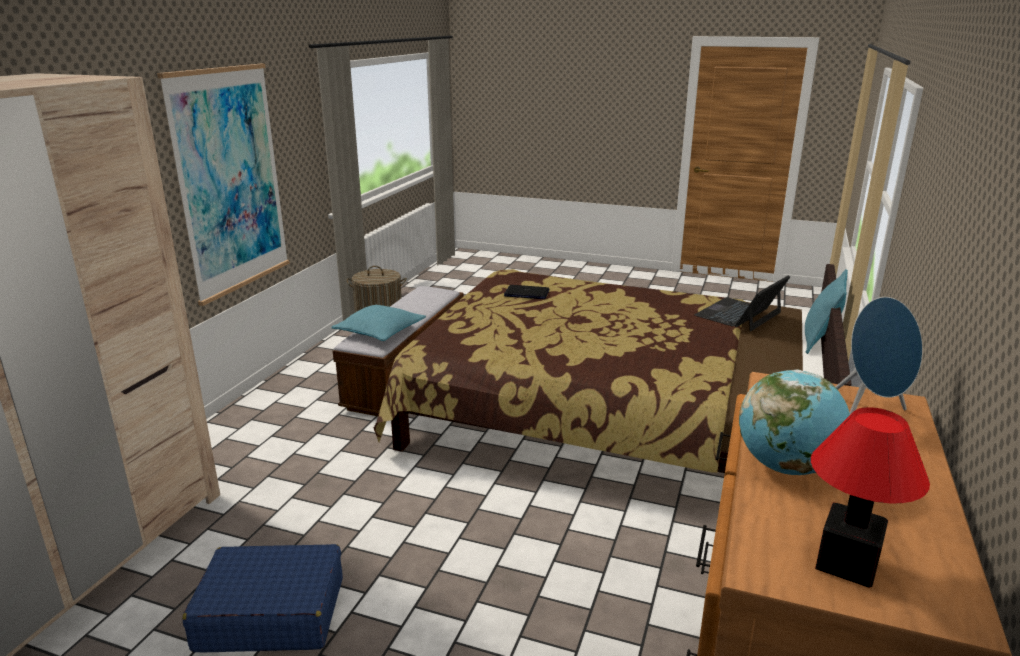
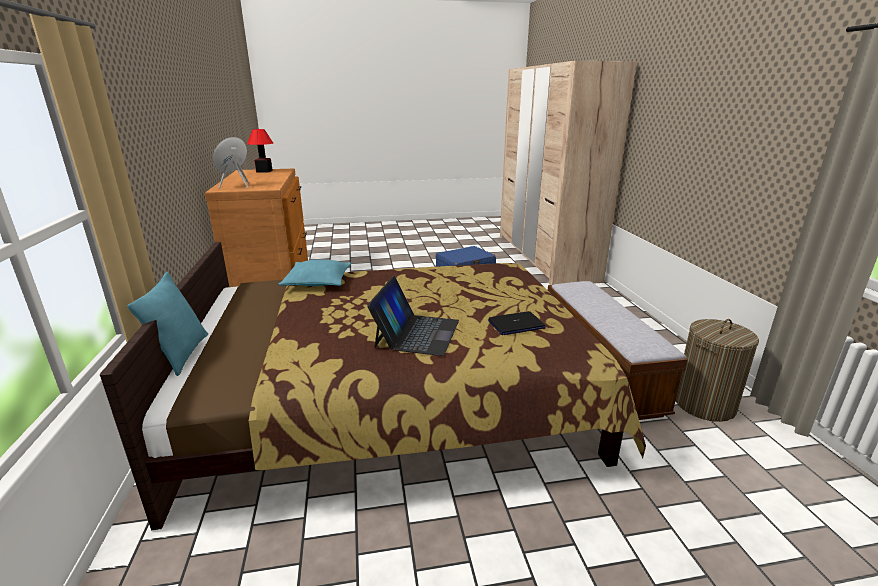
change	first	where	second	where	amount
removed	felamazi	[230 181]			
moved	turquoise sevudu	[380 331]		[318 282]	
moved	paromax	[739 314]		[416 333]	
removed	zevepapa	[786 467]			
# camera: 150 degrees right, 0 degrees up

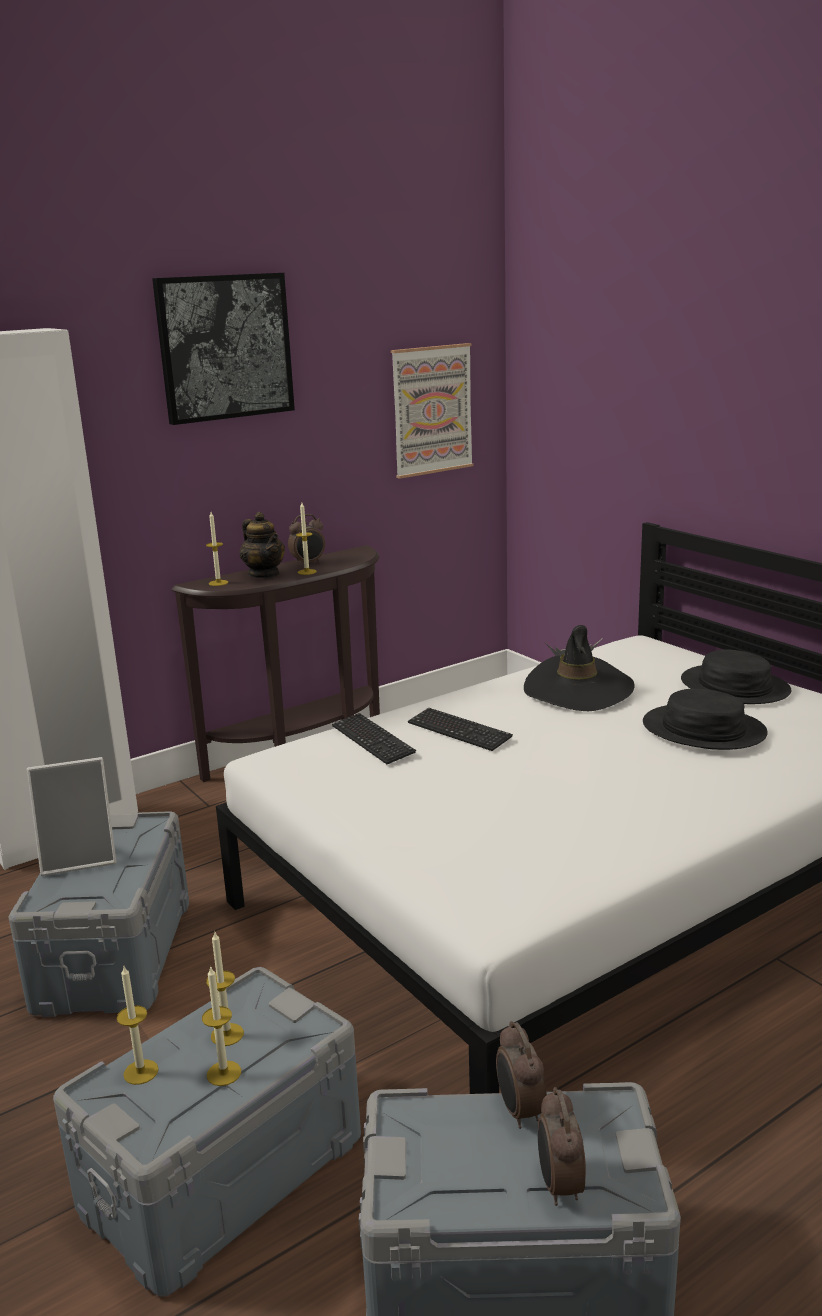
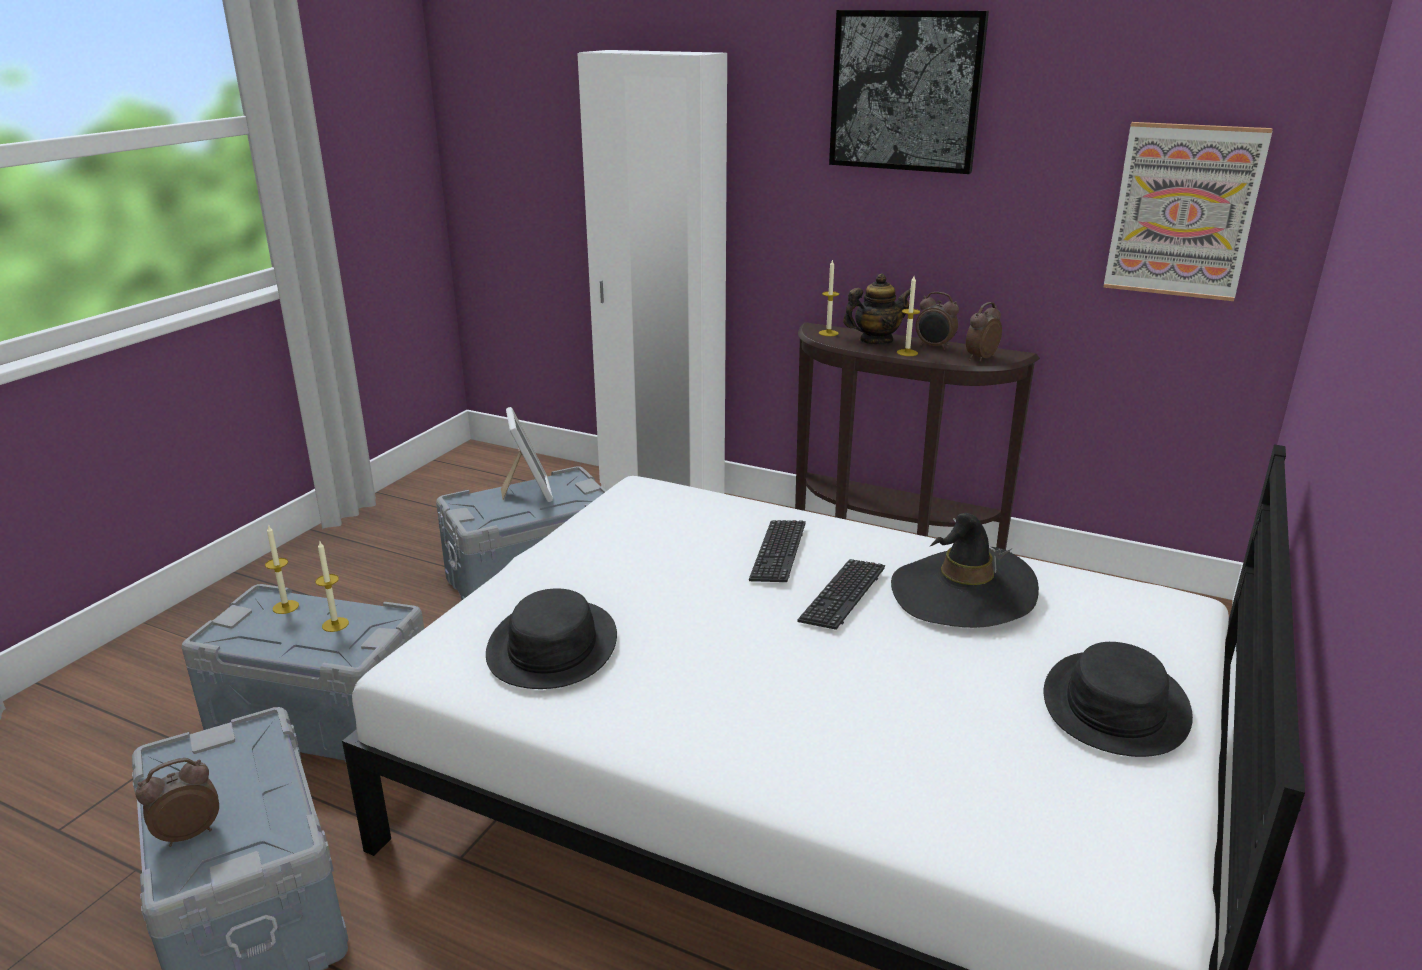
change	first	where	second	where	amount
turned	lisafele	[80 857]		[528 491]	150 degrees counterclockwise
removed	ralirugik	[224 1073]			
turned	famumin	[264 574]		[875 341]	135 degrees counterclockwise
moved	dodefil	[372 740]		[842 595]	
moved	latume	[519 1111]		[980 358]	
moved	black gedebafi	[703 730]		[552 646]	
# camera: 60 degrees right, 5 degrees up

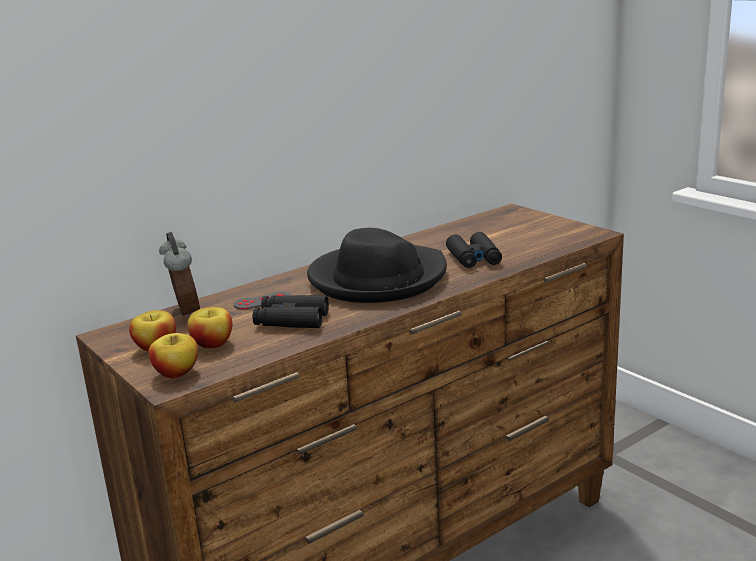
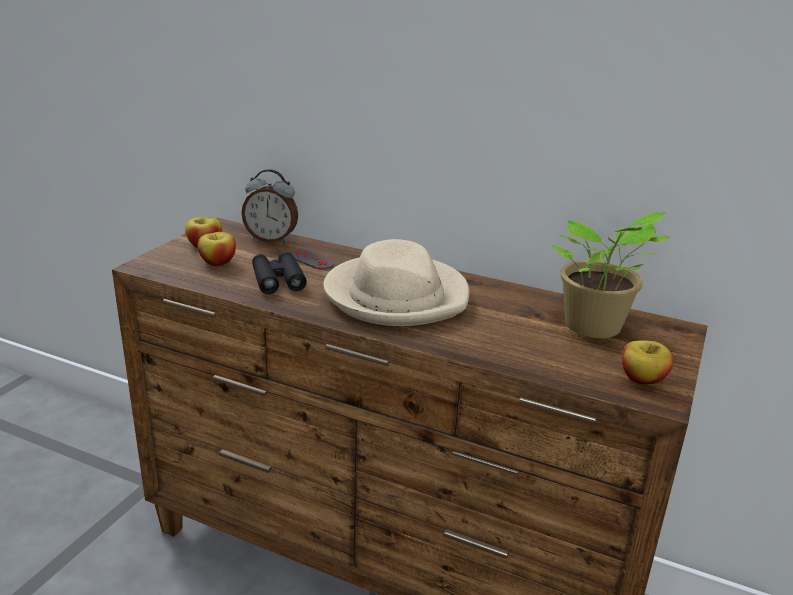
change	first	where	second	where	amount
moved	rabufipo	[176 373]		[642 379]	
turned	latume	[184 313]		[271 239]	60 degrees clockwise
recoloured	black gedebafi	[377 278]	beige gedebafi	[397 295]	
removed	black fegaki	[474 258]			
added			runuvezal	[594 328]	
# camera: 60 degrees right, 5 degrees up

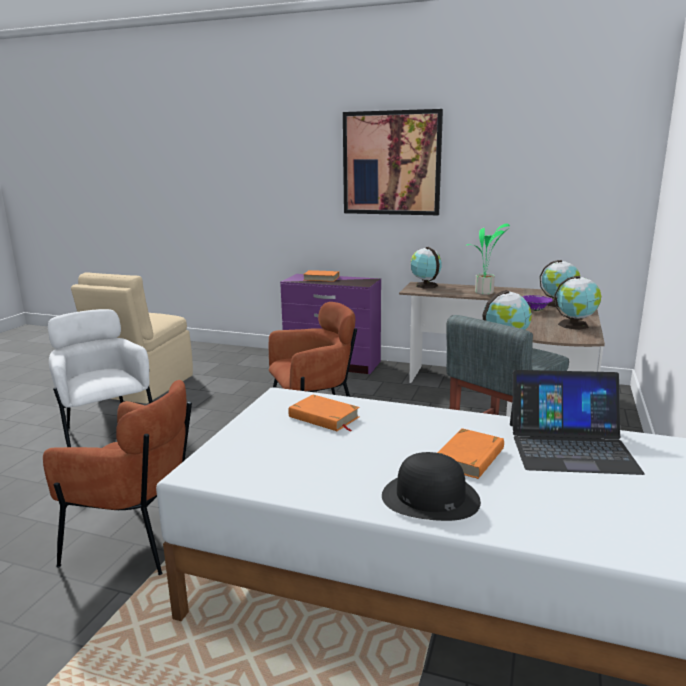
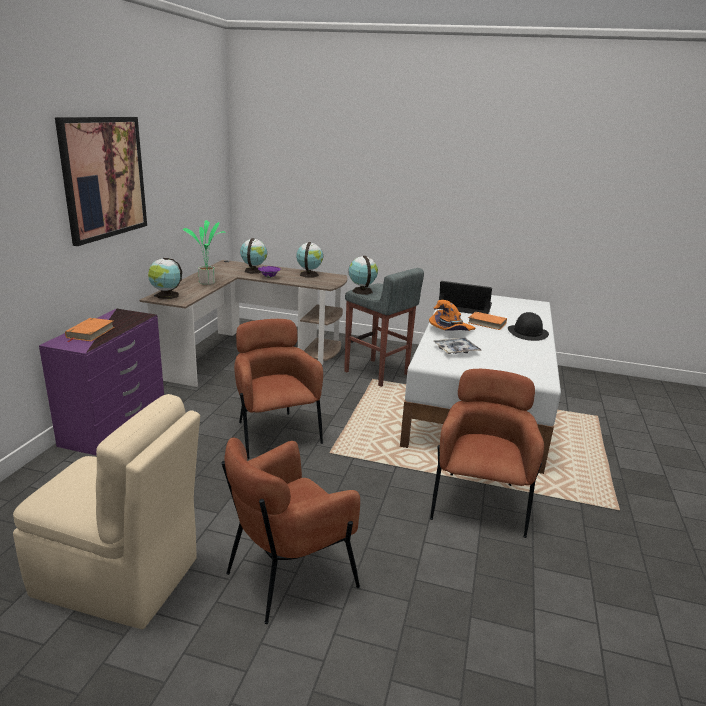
change	first	where	second	where	amount
recoloured	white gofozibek	[106 434]	brown gofozibek	[288 575]	
replaced	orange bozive	[324 417]	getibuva	[456 350]	
turned	paromax	[570 447]		[465 306]	75 degrees counterclockwise
added			orange gedebafi	[450 330]	
# camera: 95 degrees left, 5 degrees up

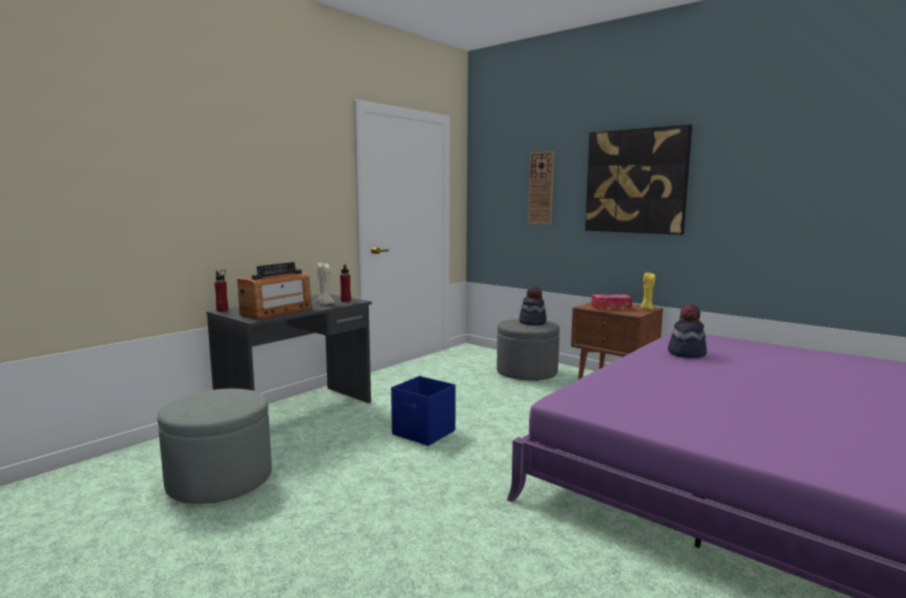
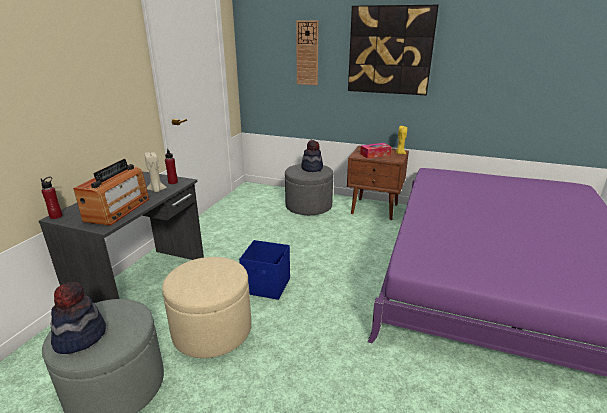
change	first	where	second	where	amount
moved	gedebafi	[686 353]		[80 337]	
added			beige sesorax	[212 330]	
# camera: 20 degrees left, 15 degrees up

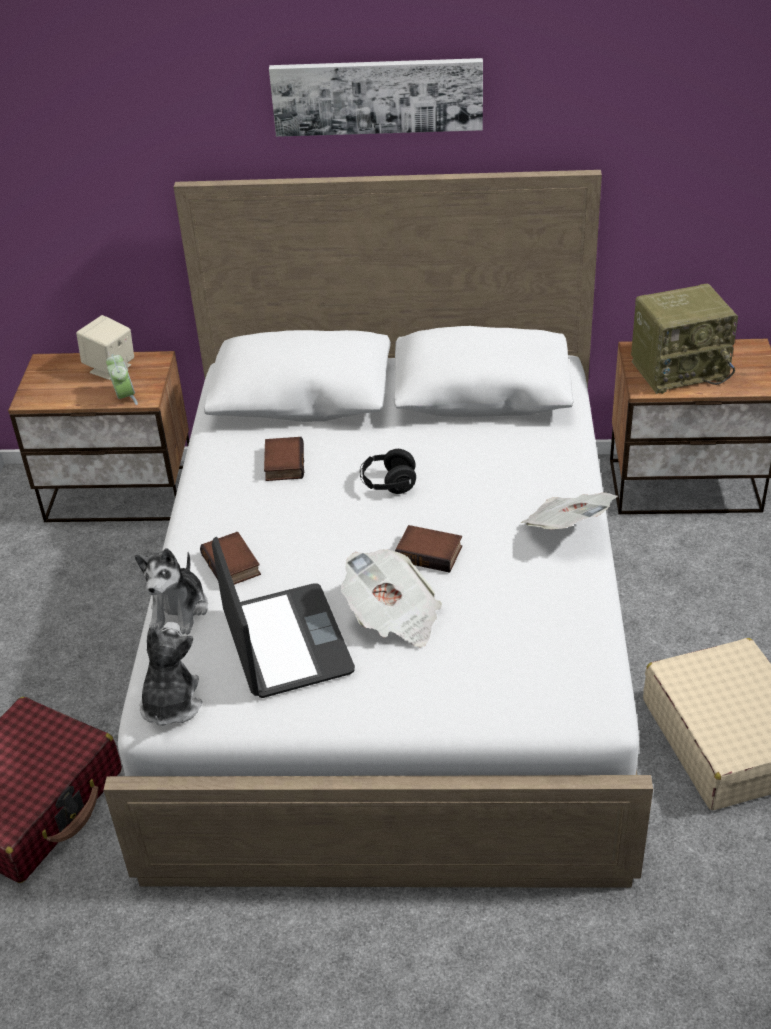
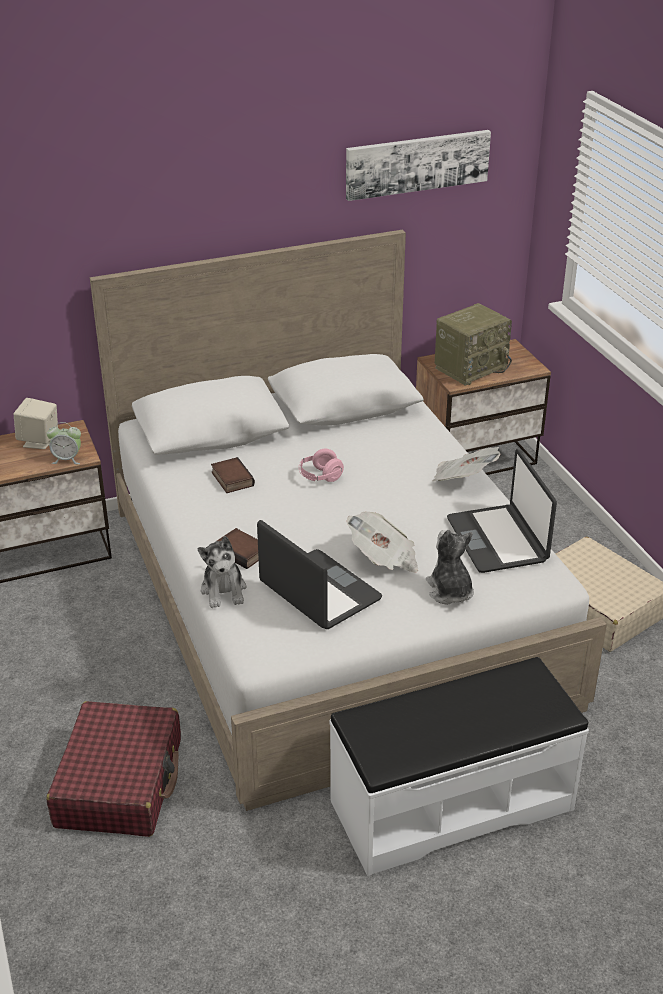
change	first	where	second	where	amount
turned	latume	[124 397]		[67 459]	135 degrees clockwise
moved	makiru	[171 703]		[450 591]	
moved	felamazi	[377 96]		[417 163]	
recoloured	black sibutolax	[388 484]	pink sibutolax	[320 477]	
removed	bozive	[430 553]			
added			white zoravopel	[450 804]	
added			paromax	[498 540]	
# camera: 25 degrees left, 5 degrees down

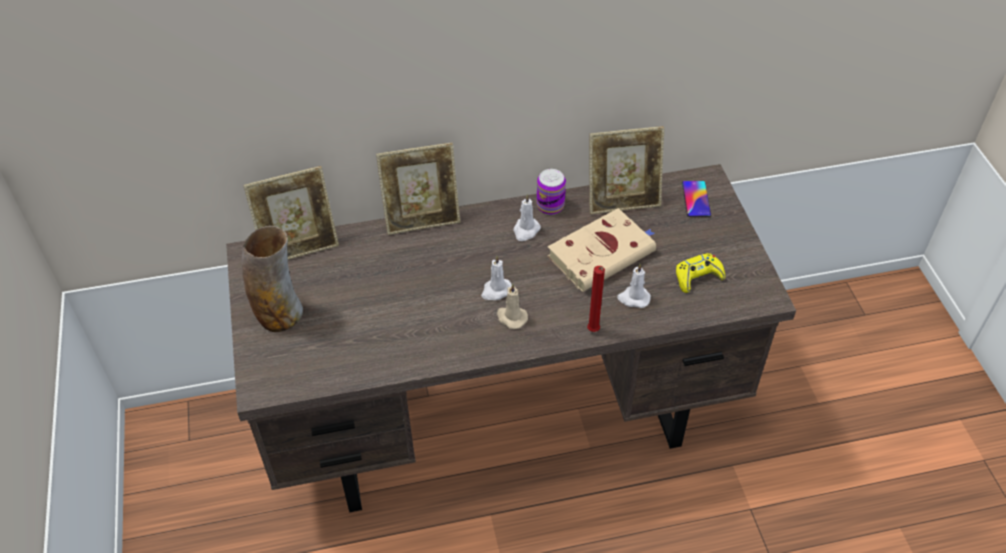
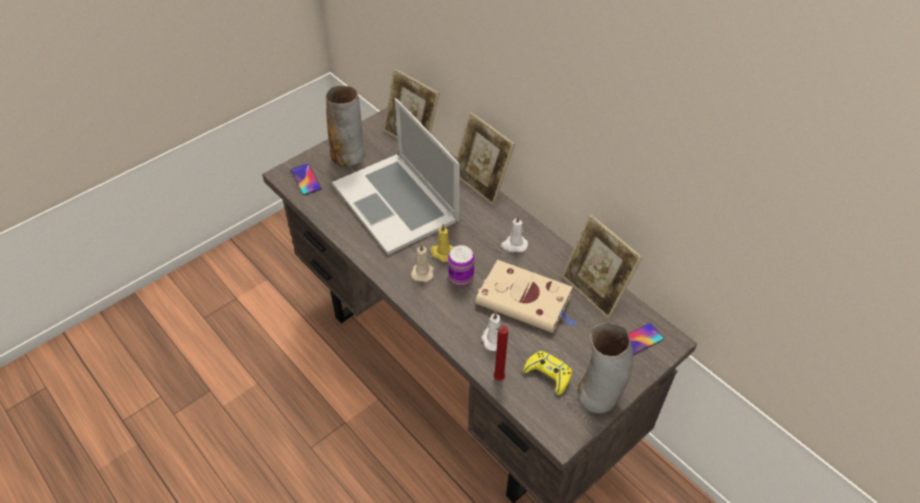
change	first	where	second	where	amount
recoloured	white ralirugik	[496 291]	yellow ralirugik	[442 253]	
moved	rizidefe	[550 206]		[461 277]	
moved	red ralirugik	[593 332]		[497 379]	
added			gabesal	[305 179]	
added			paromax	[396 202]	
added			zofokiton	[599 394]	
# camera: 60 degrees right, 0 degrees up

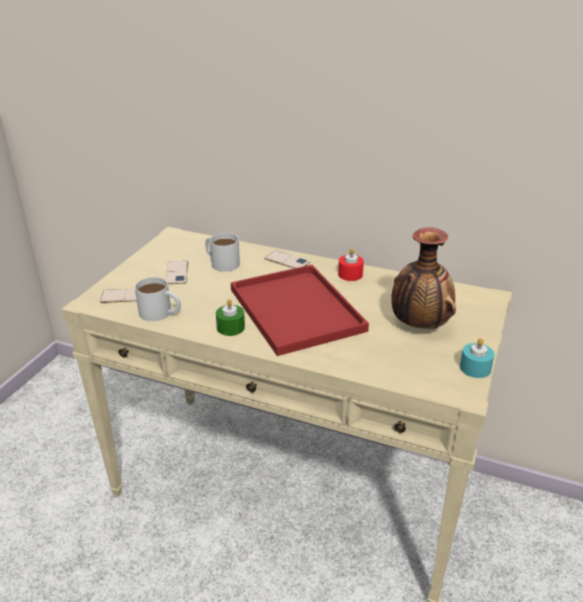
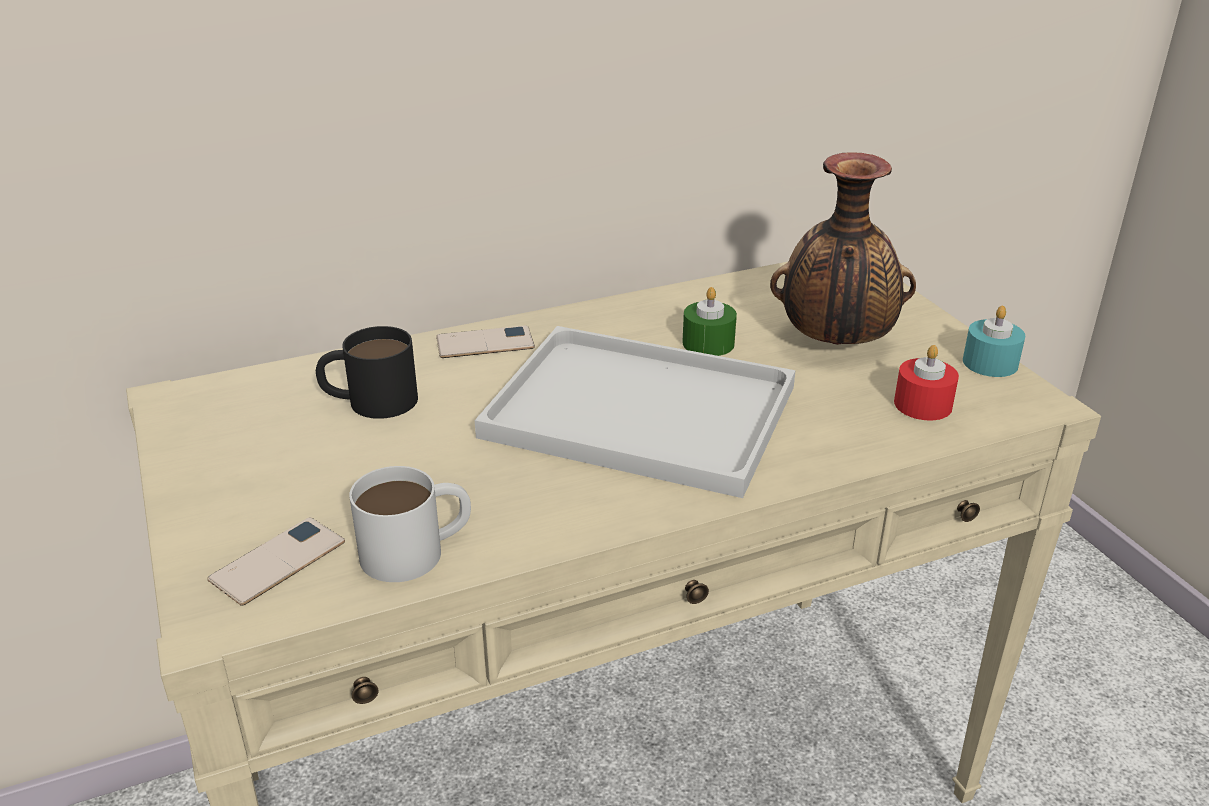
change	first	where	second	where	amount
removed	gabesal	[177 273]			
recoloured	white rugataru	[221 262]	black rugataru	[369 401]	
moved	green ralirugik	[230 327]		[708 343]	
recoloured	red getibuva	[293 308]	white getibuva	[633 412]	
moved	red ralirugik	[350 274]		[923 404]	
# camera: 45 degrees left, 0 degrees up

